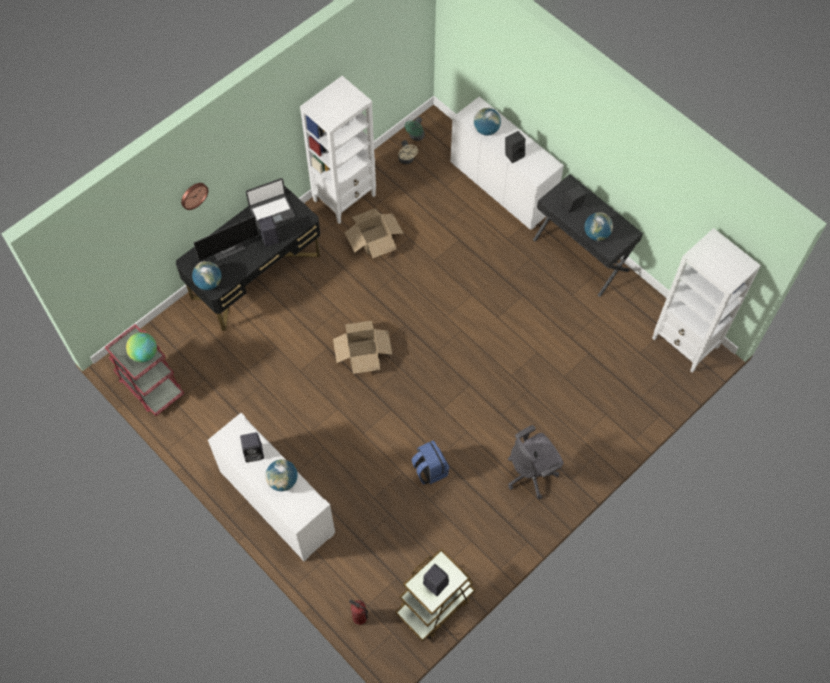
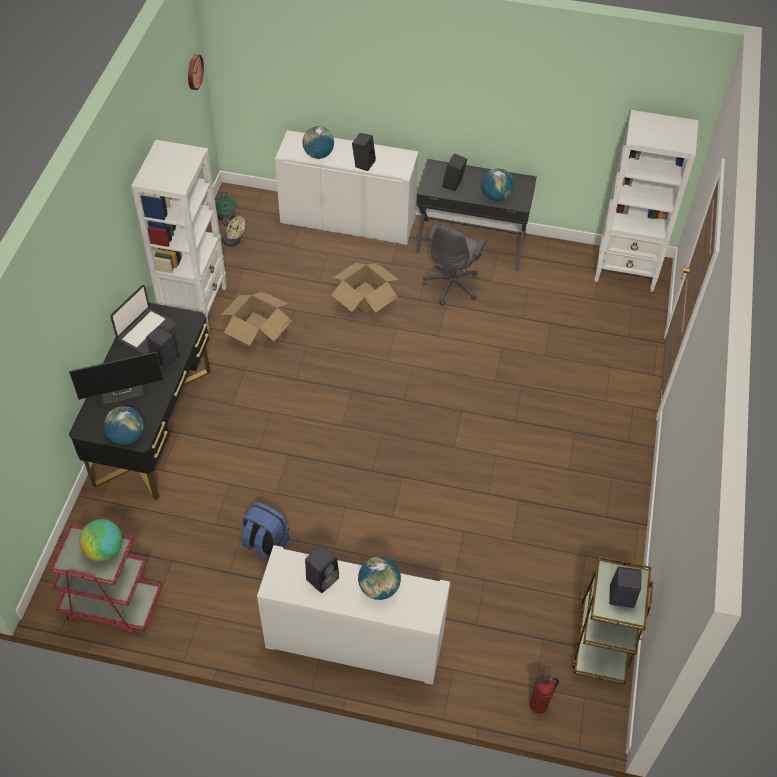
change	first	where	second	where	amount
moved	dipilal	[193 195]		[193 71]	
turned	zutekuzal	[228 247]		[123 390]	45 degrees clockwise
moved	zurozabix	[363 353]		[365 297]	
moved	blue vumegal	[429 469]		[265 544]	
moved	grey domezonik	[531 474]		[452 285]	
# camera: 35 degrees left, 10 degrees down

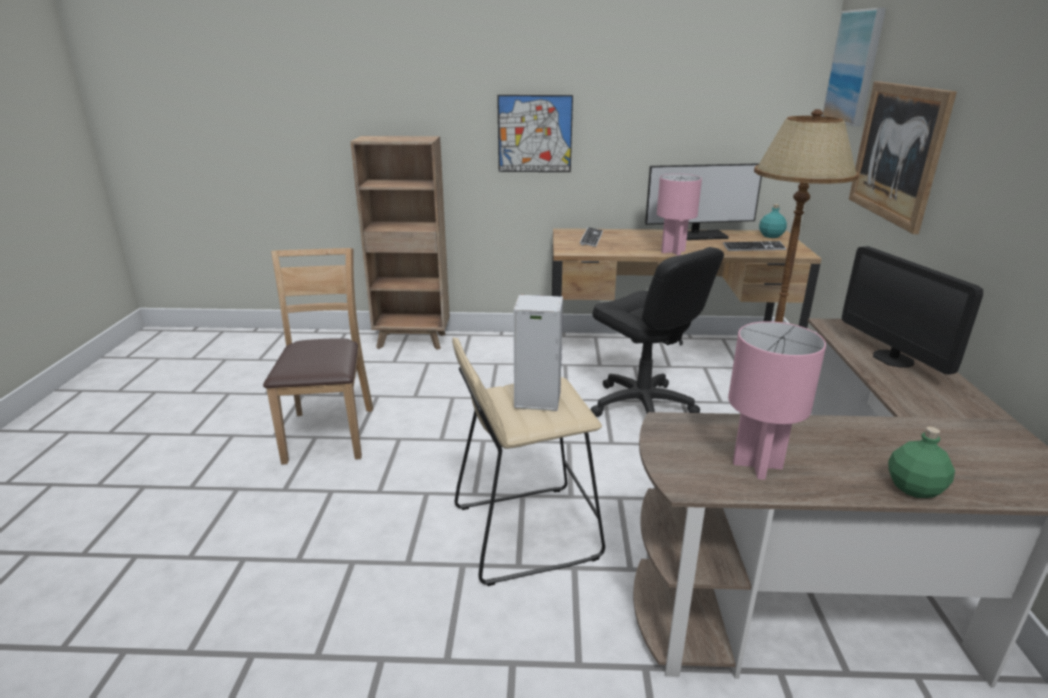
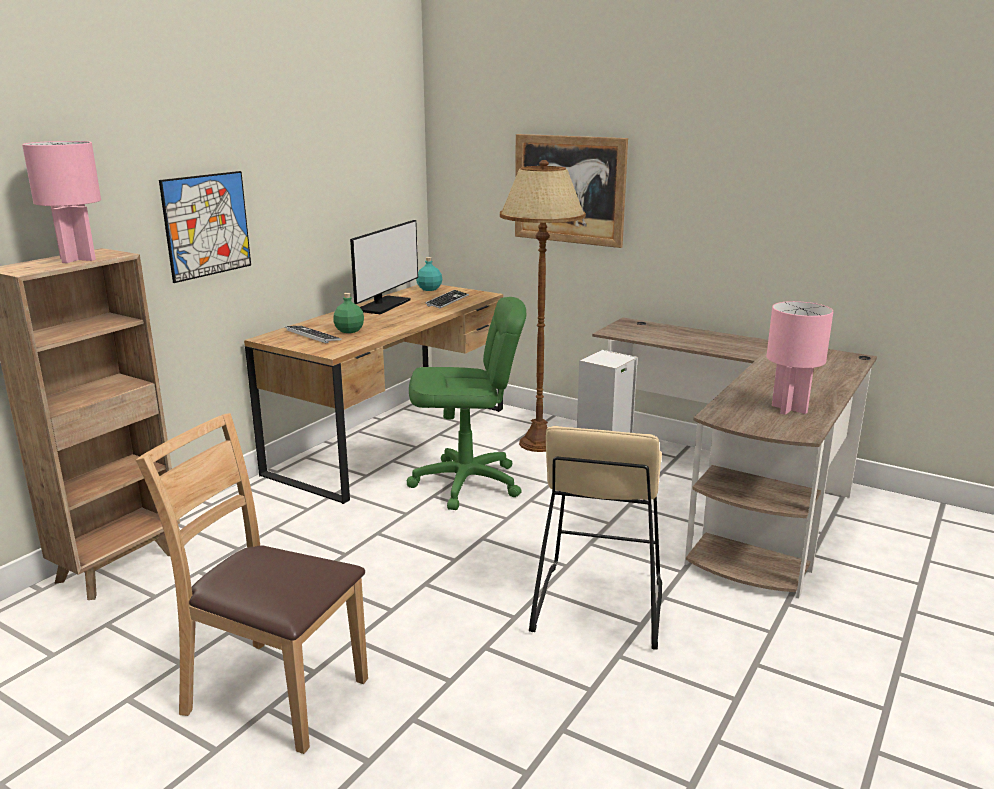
change	first	where	second	where	amount
recoloured	black domezonik	[642 406]	green domezonik	[466 483]	
moved	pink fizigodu	[673 252]		[78 259]	
removed	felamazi	[854 67]			
removed	zutekuzal	[893 358]			
moved	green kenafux	[915 489]		[350 330]	
# camera: 60 degrees left, 5 degrees down

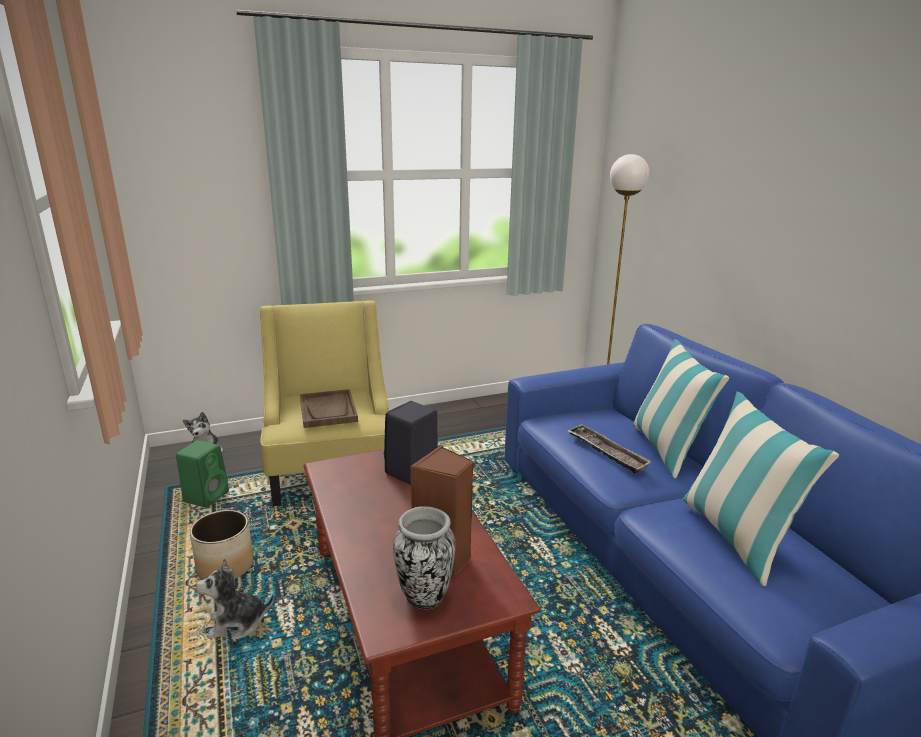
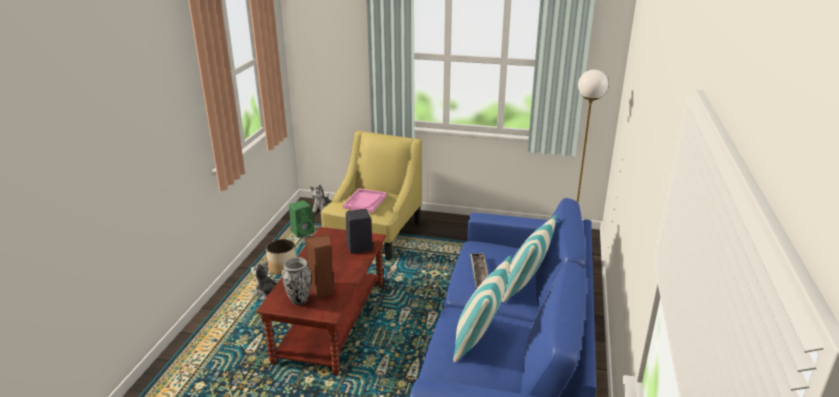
change	first	where	second	where	amount
recoloured	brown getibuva	[328 410]	pink getibuva	[365 202]	
# camera: 35 degrees right, 5 degrees up

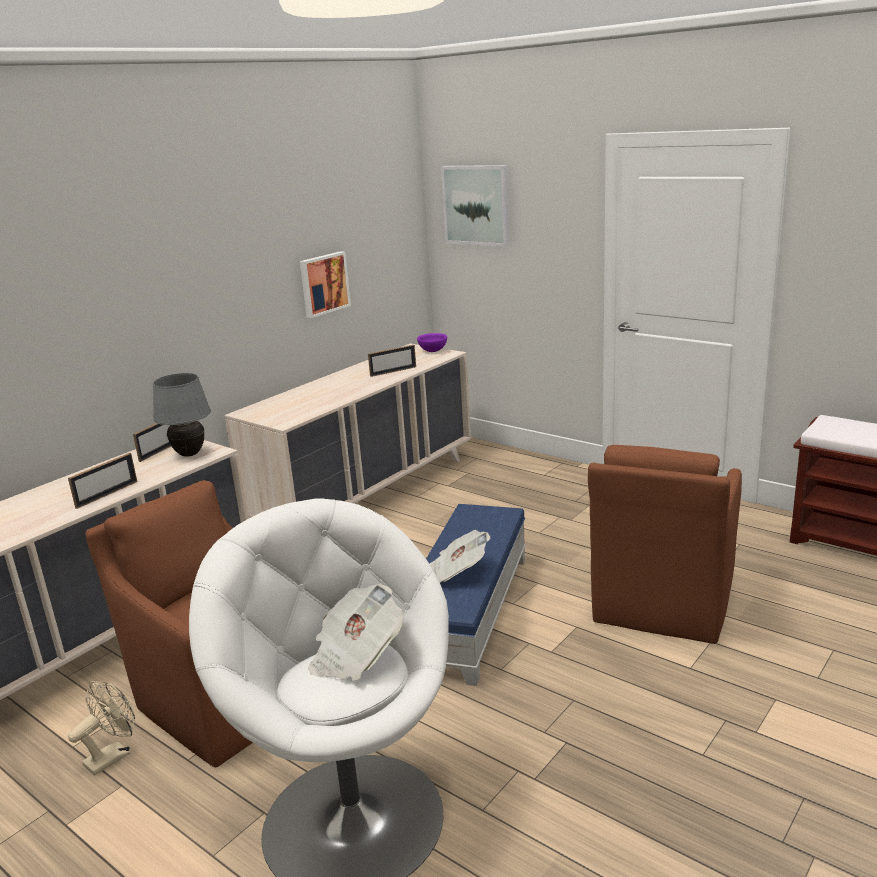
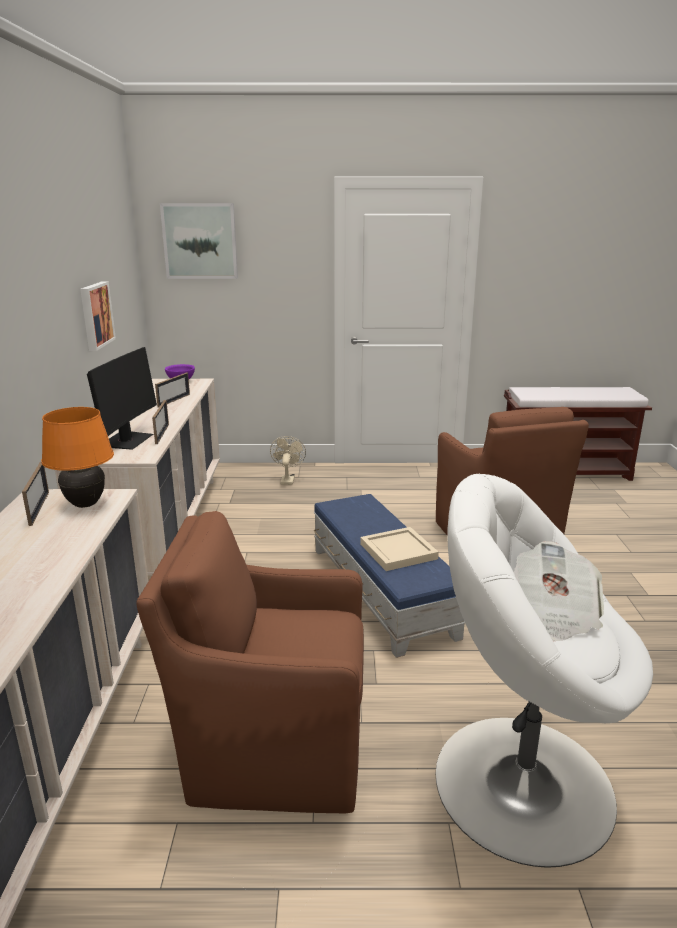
change	first	where	second	where	amount
moved	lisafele	[107 494]		[162 434]	
moved	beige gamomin	[113 755]		[287 479]	
recoloured	grey fizigodu	[189 454]	orange fizigodu	[85 504]	
replaced	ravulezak	[456 573]	beige getibuva	[398 552]	
added			zutekuzal	[127 441]	
# camera: 40 degrees left, 0 degrees up

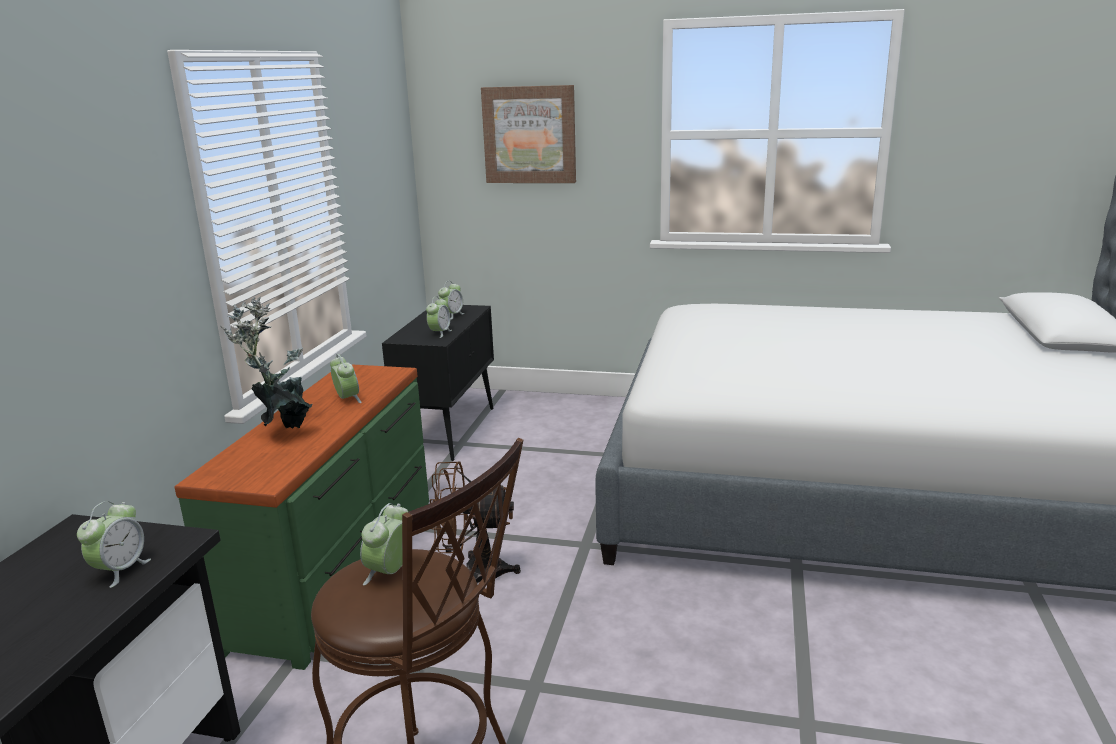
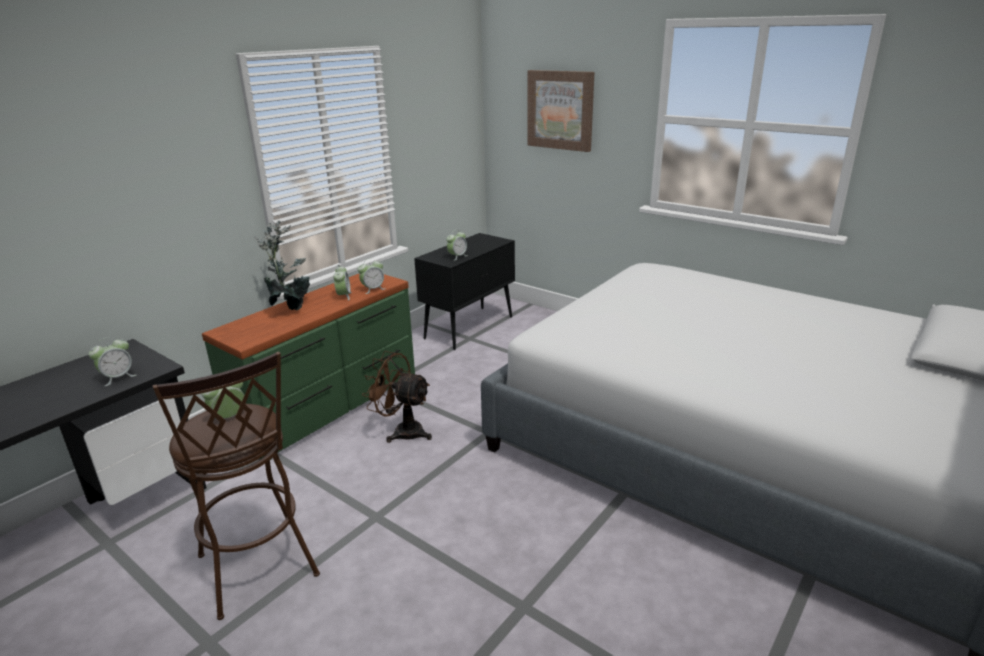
change	first	where	second	where	amount
moved	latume	[452 315]		[373 289]	
# camera: 25 degrees right, 5 degrees up

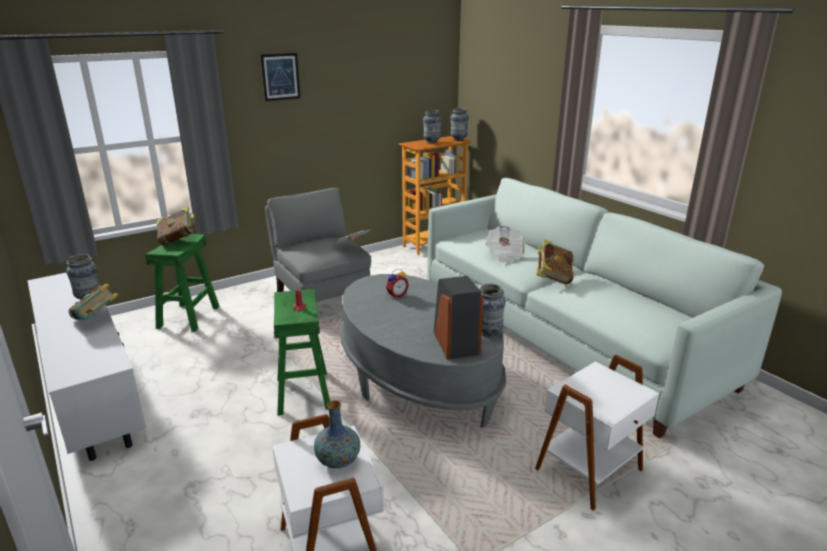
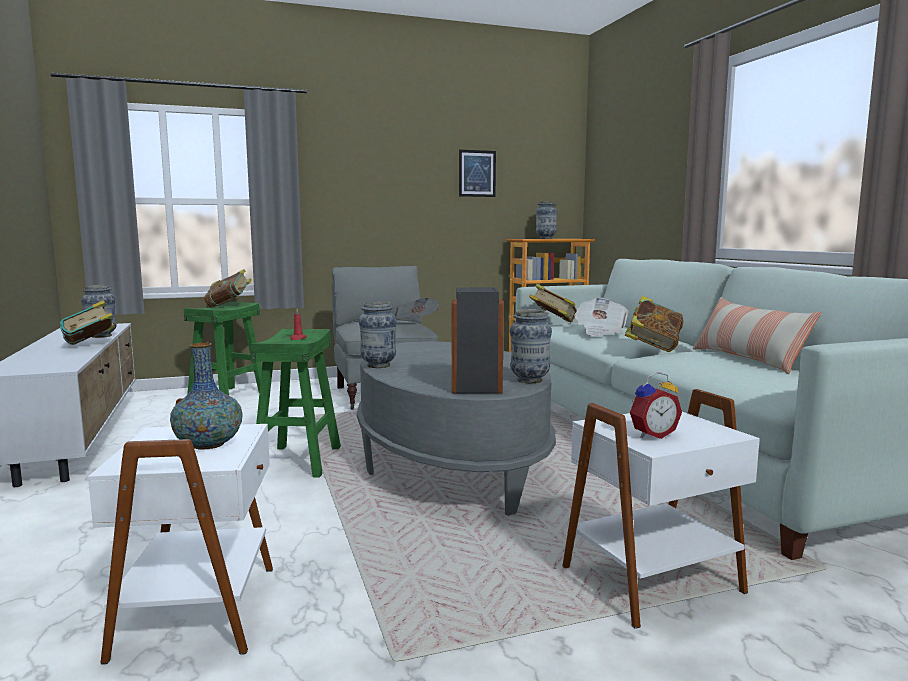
change	first	where	second	where	amount
moved	felamazi	[280 76]		[477 173]	
moved	latume	[396 295]		[652 435]	
moved	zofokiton	[458 139]		[378 365]	
added			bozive	[553 323]	
added			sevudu	[747 359]	
# camera: 15 degrees right, 15 degrees down

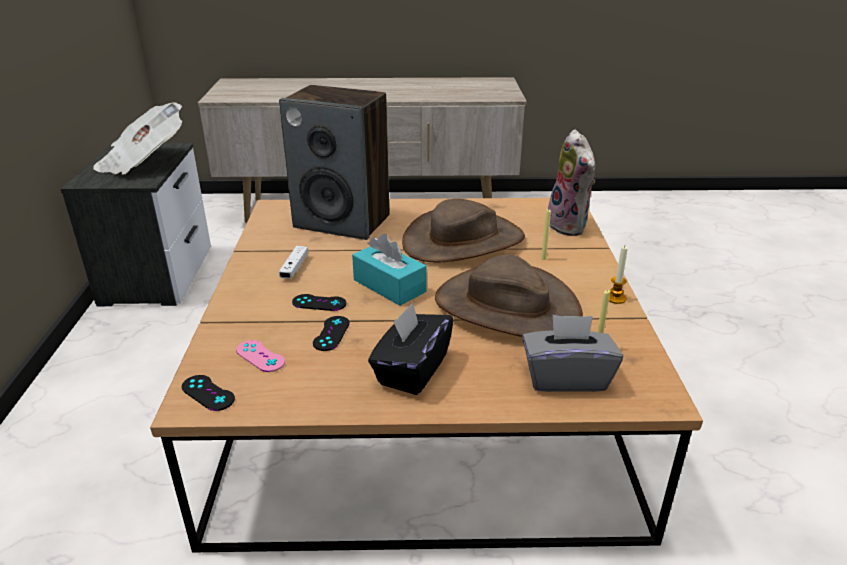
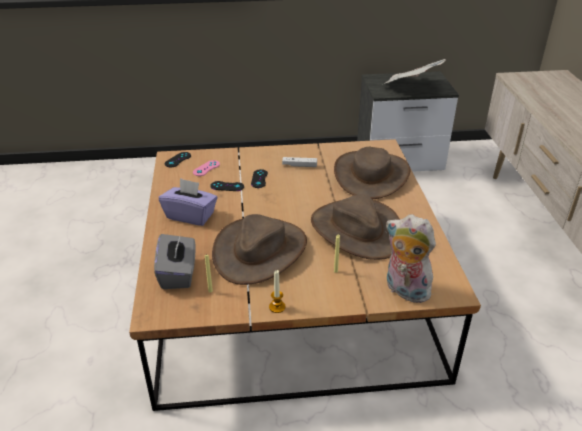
change	first	where	second	where	amount
replaced	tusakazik	[343 221]	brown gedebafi	[371 175]	
removed	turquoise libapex	[389 286]			
recoloured	black libapex	[412 370]	purple libapex	[190 215]	
turned	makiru	[570 226]		[404 291]	60 degrees clockwise
# camera: 85 degrees right, 5 degrees up

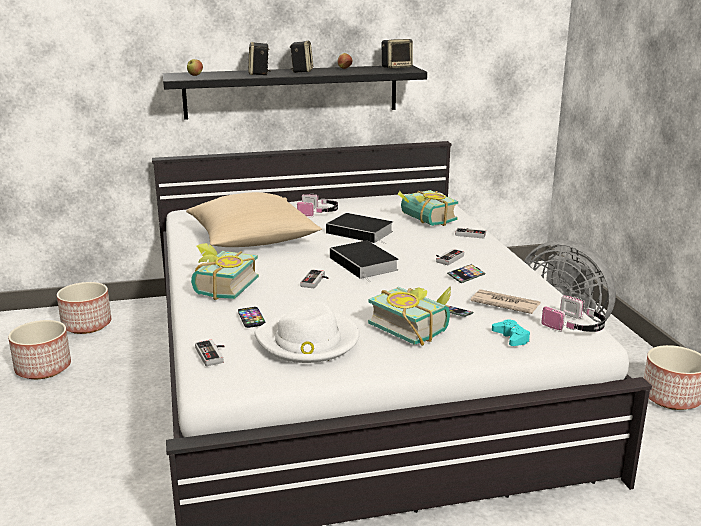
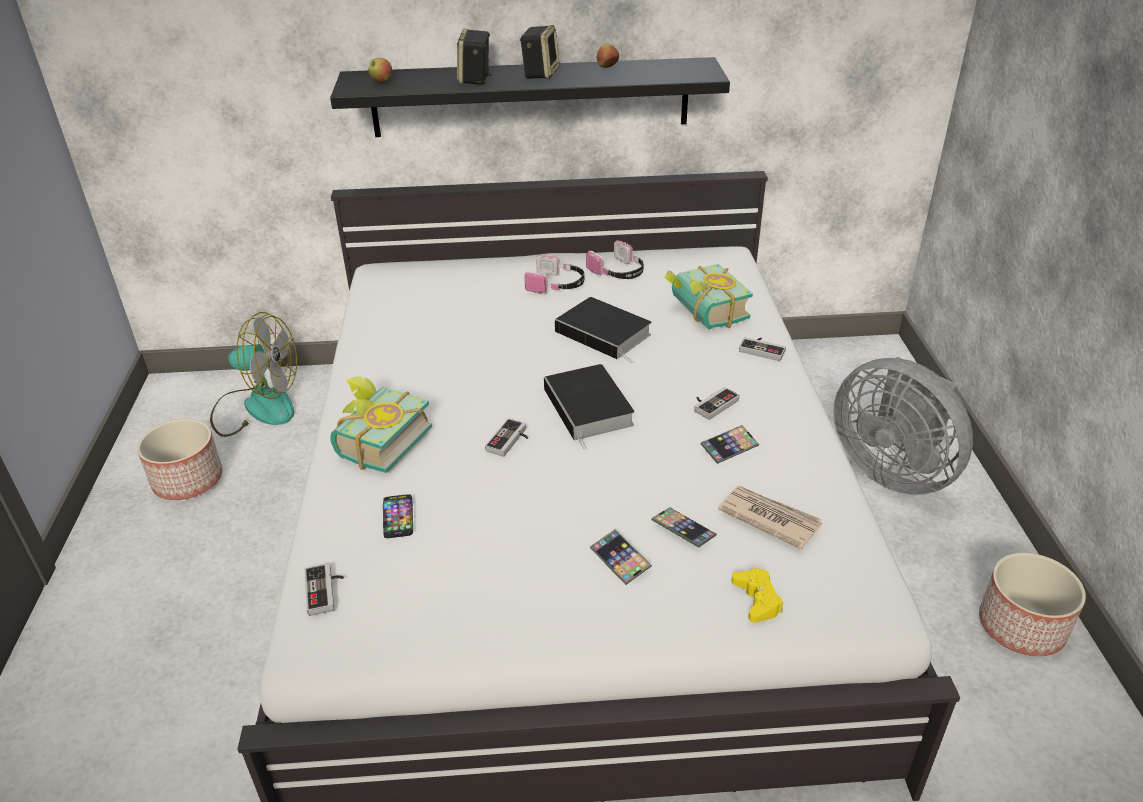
change	first	where	second	where	amount
replaced	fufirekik	[87 325]	gamomin	[257 407]	
removed	beige sevudu	[252 239]			
removed	white gedebafi	[308 341]			
replaced	bozive	[413 327]	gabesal	[620 560]	
removed	tusakazik	[396 67]			
recoloured	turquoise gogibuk	[511 338]	yellow gogibuk	[757 599]	
moved	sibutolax	[575 326]		[618 272]	
# camera: 10 degrees right, 15 degrees up

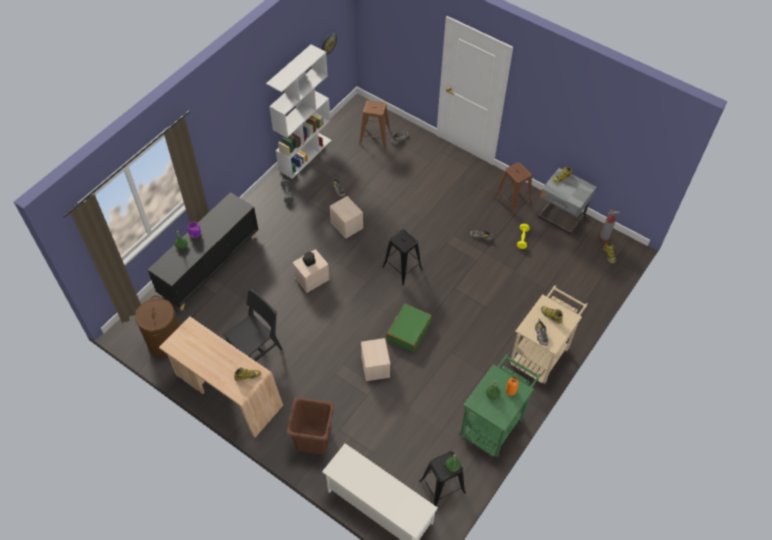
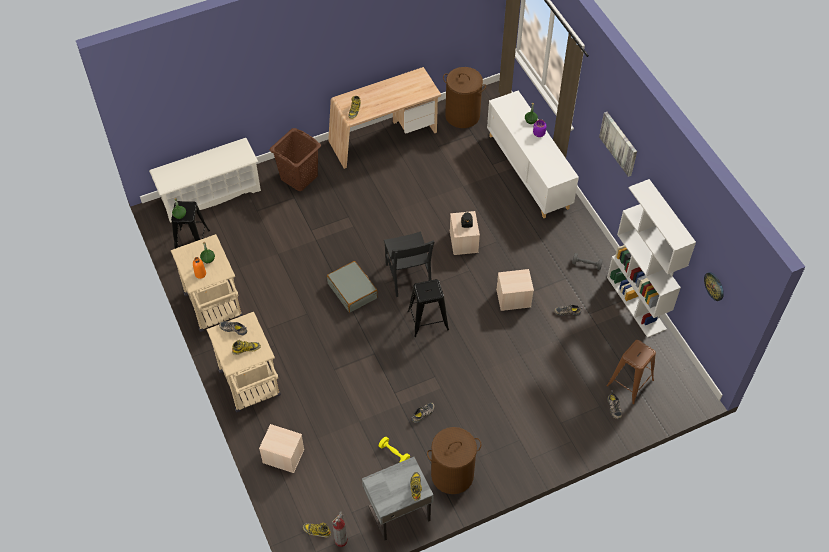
change	first	where	second	where	amount
recoloured	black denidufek	[210 265]	white denidufek	[528 171]	
moved	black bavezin	[256 350]		[408 276]	
moved	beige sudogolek	[376 366]		[283 456]	
recoloured	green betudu	[408 331]	grey betudu	[352 291]	
recoloured	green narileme	[494 423]	beige narileme	[215 309]	
replaced	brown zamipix	[512 201]	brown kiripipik	[452 475]	
added			felamazi	[619 143]	
# camera: 120 degrees right, 0 degrees up

